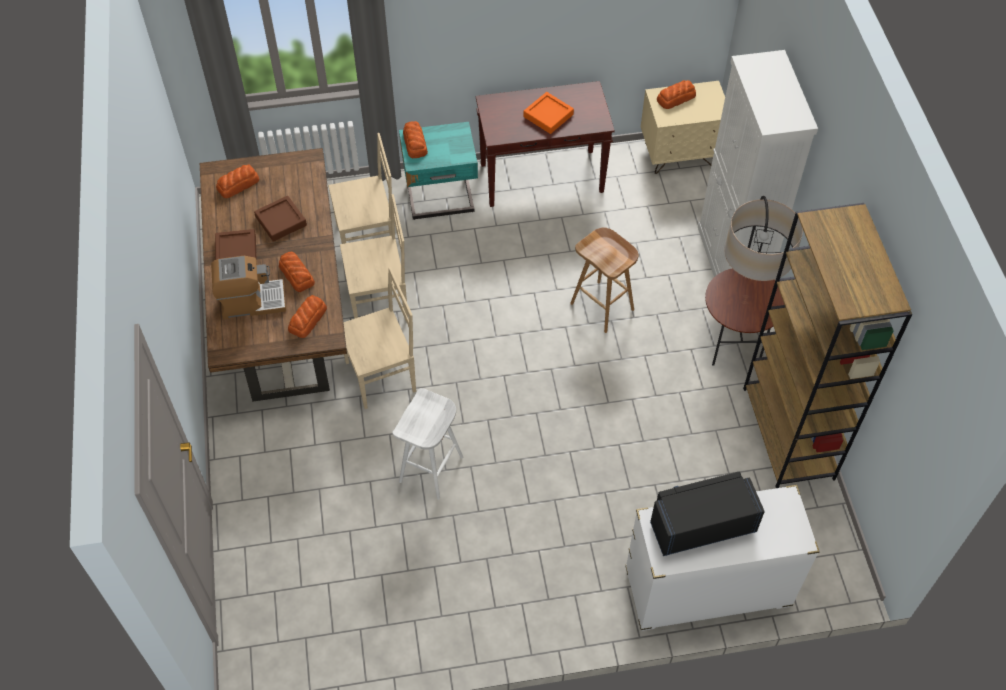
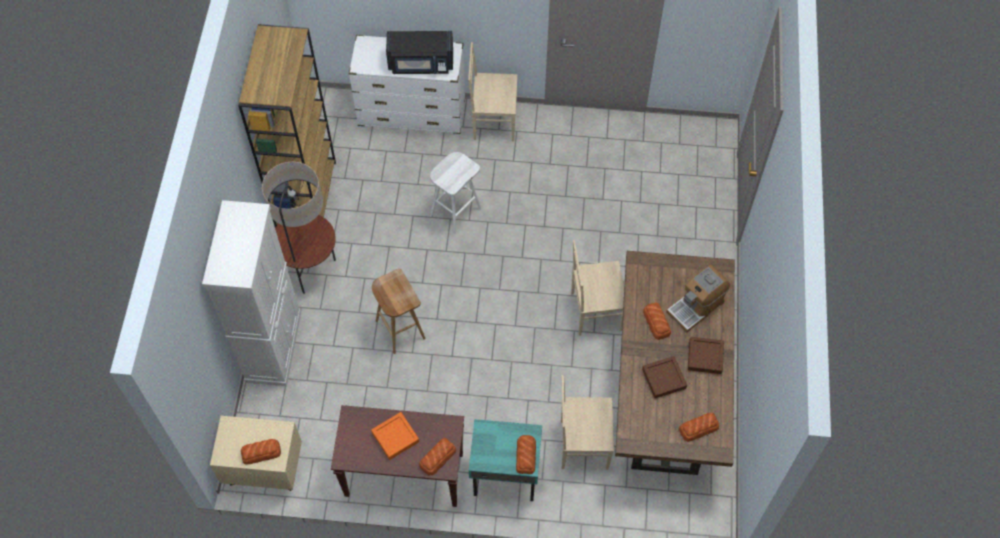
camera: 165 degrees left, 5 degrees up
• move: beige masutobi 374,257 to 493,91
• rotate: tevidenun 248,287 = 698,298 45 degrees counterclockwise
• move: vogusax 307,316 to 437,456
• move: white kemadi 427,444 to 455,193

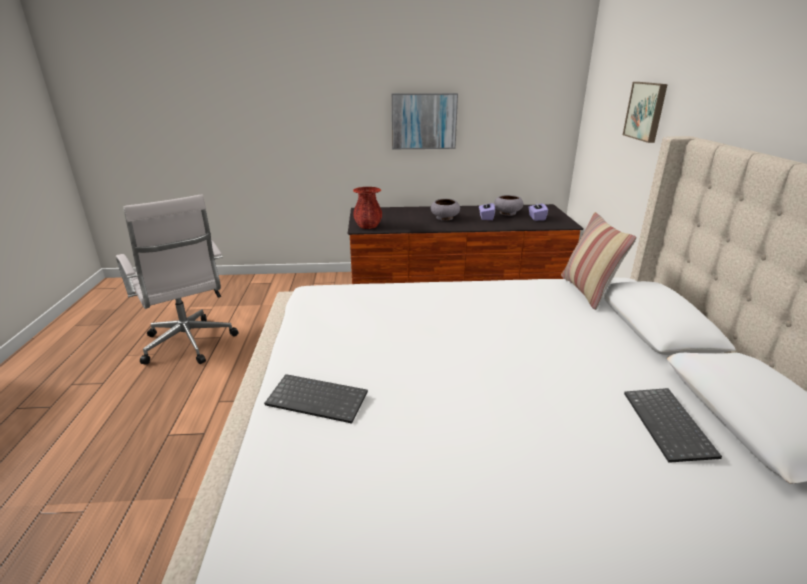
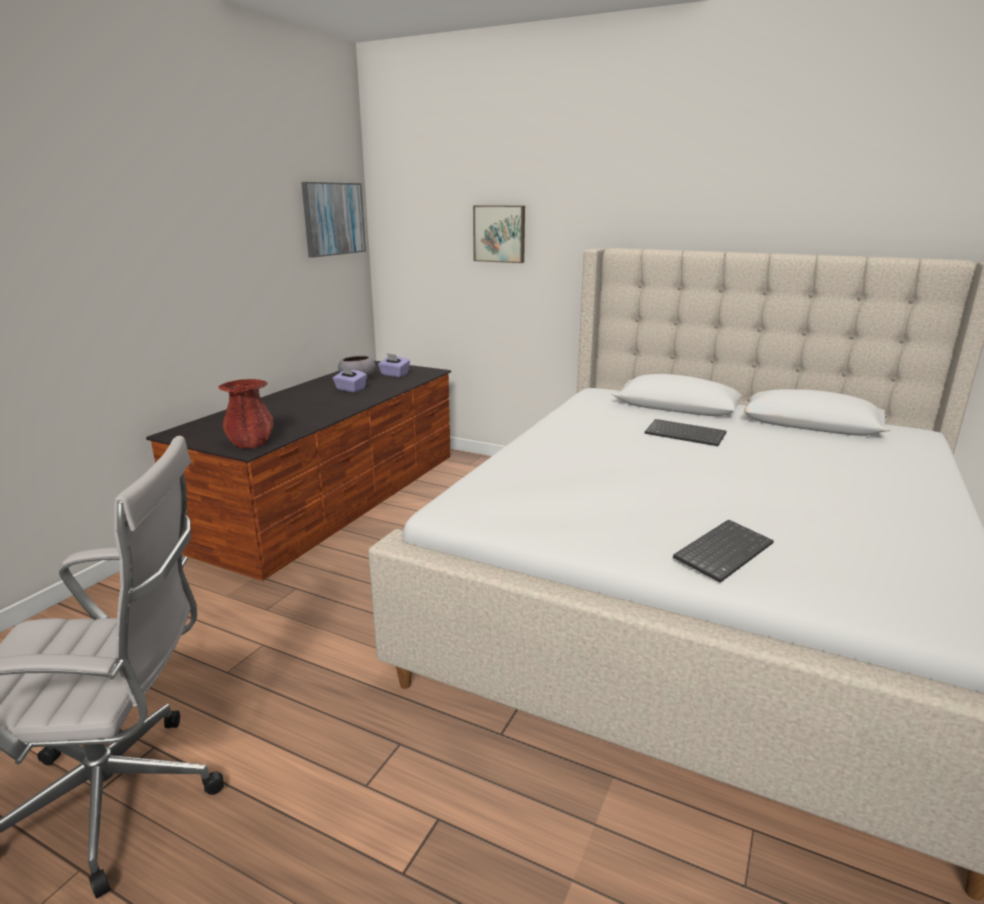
camera: 60 degrees left, 5 degrees down
• move: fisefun 425,121 to 333,220
• delete: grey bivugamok 445,210
• delete: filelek 599,261
• move: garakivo 673,425 to 686,432

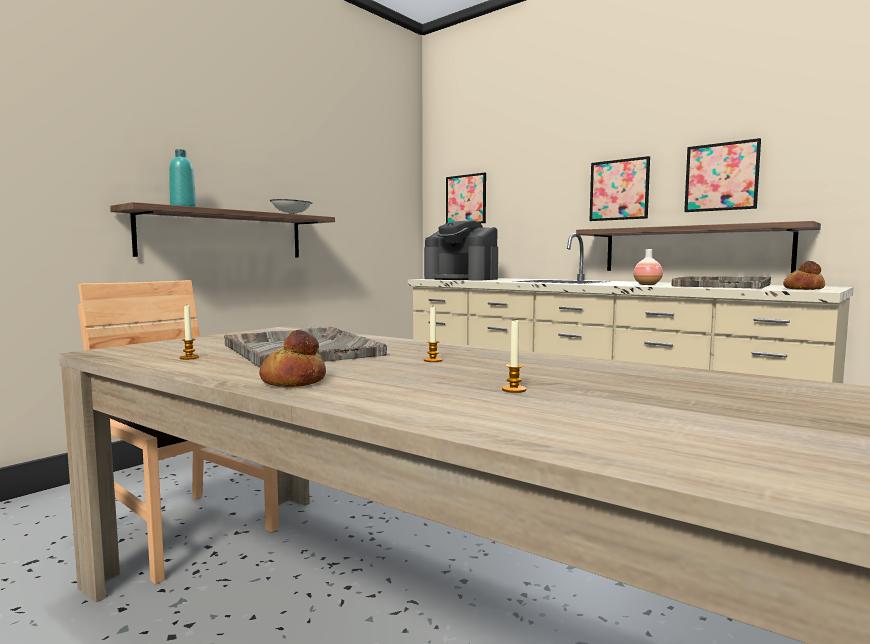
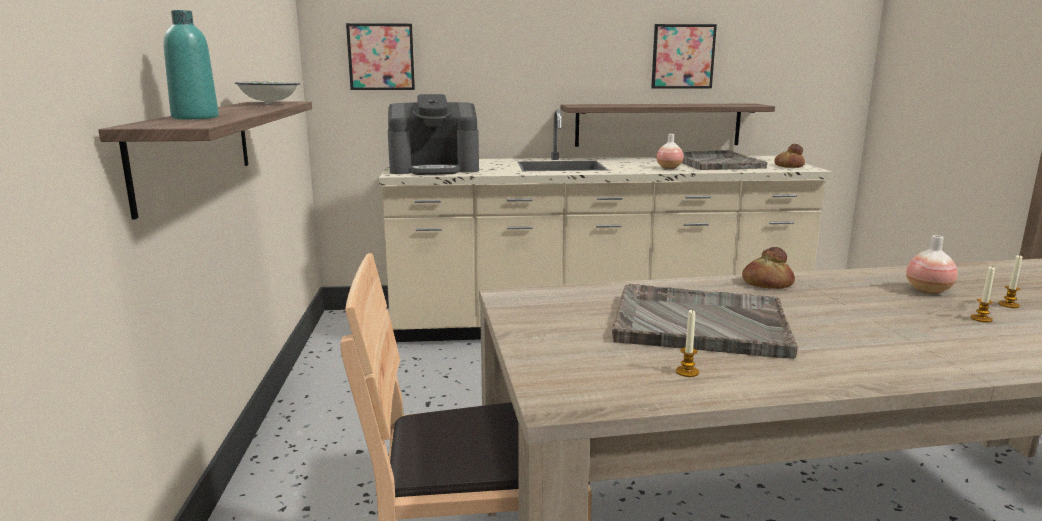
camera: 45 degrees left, 10 degrees up
• delete: fisefun 619,188
• move: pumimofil 433,334 to 1010,281
• move: vogusax 292,358 to 768,268
• insert: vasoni 932,264

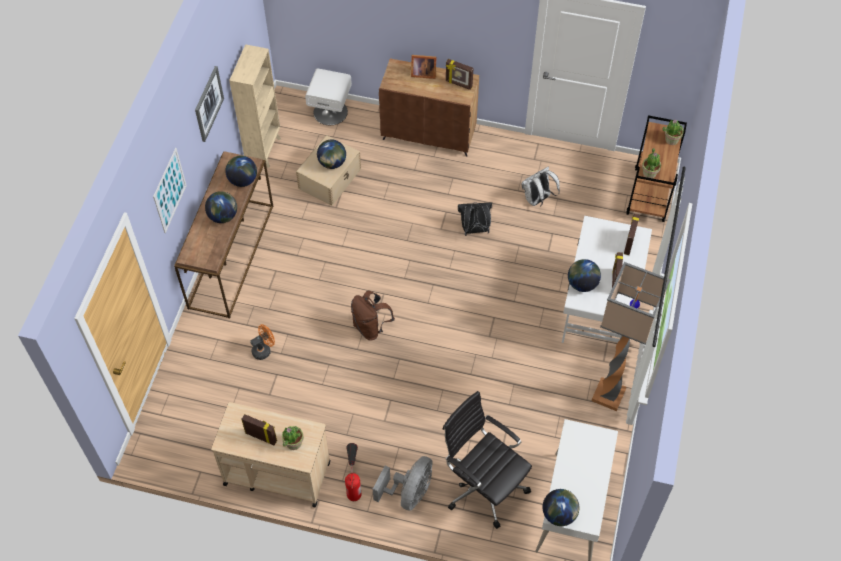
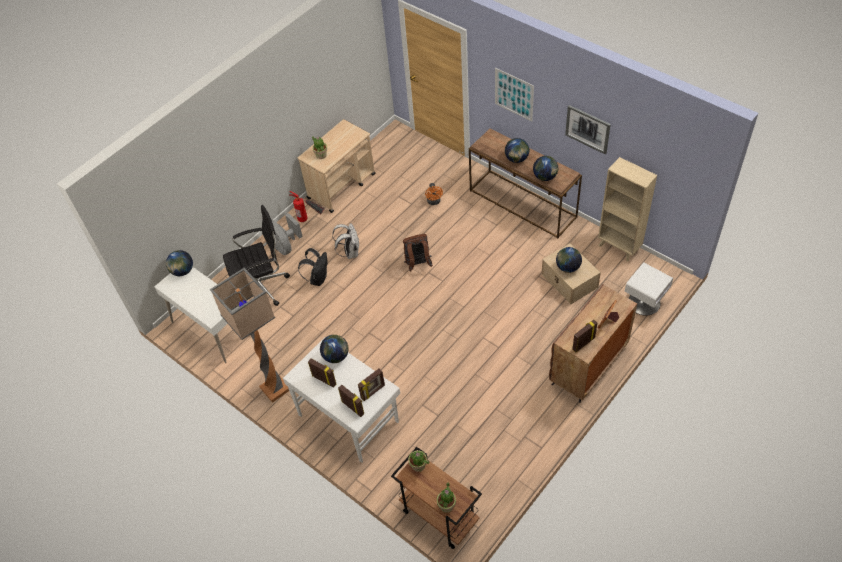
camera: 120 degrees right, 5 degrees down
• move: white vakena 541,187 to 345,241
• move: black vakena 475,219 to 313,267
• move: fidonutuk 259,430 to 371,384

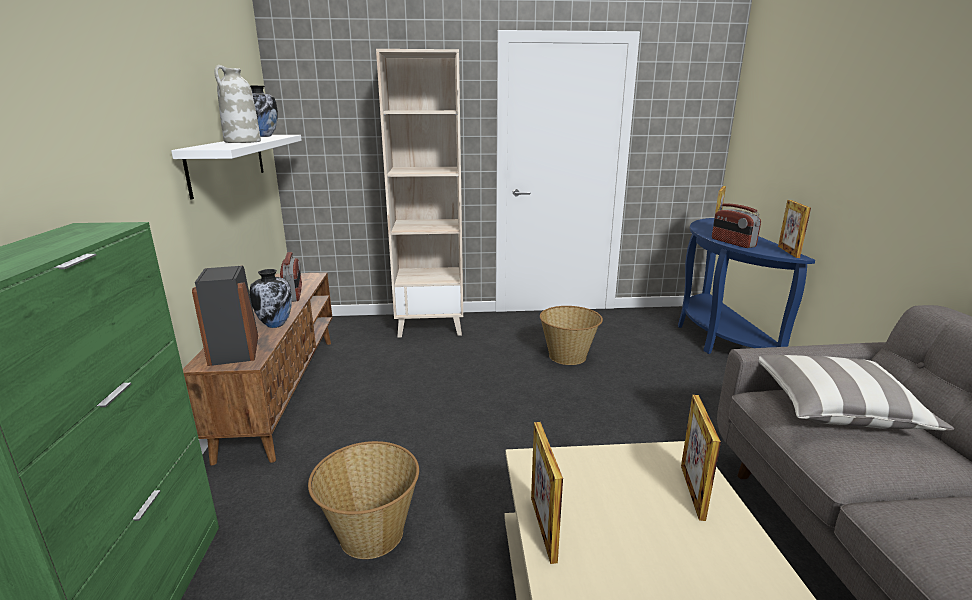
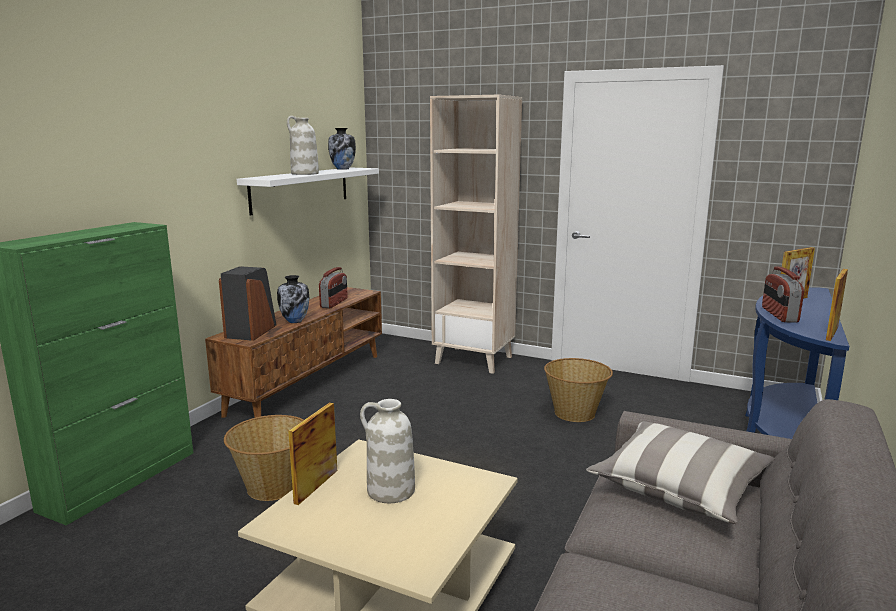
camera: 30 degrees right, 5 degrees down
• delete: fidonutuk 701,458
• insert: white vasoni 387,451

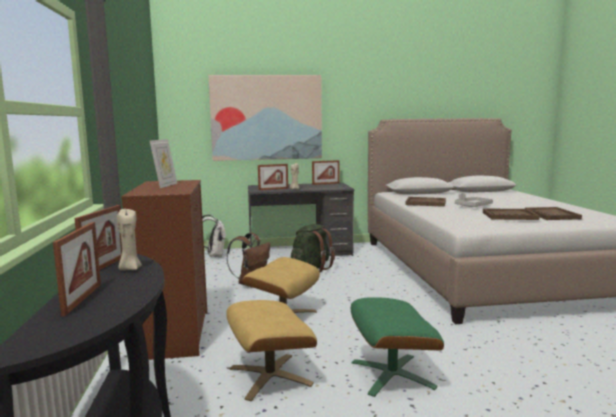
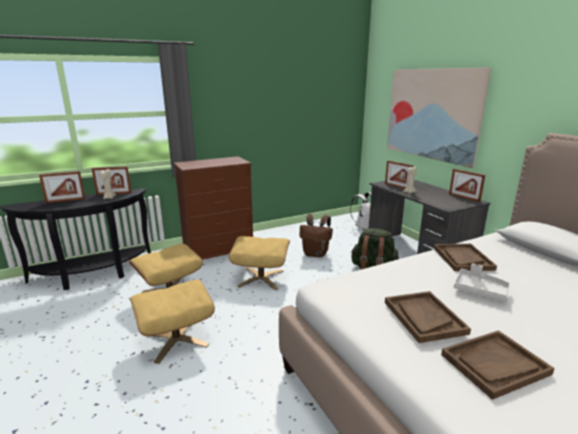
camera: 70 degrees right, 10 degrees up
• delete: fidonutuk 163,163
• recolor: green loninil 397,347 to beige loninil 172,322

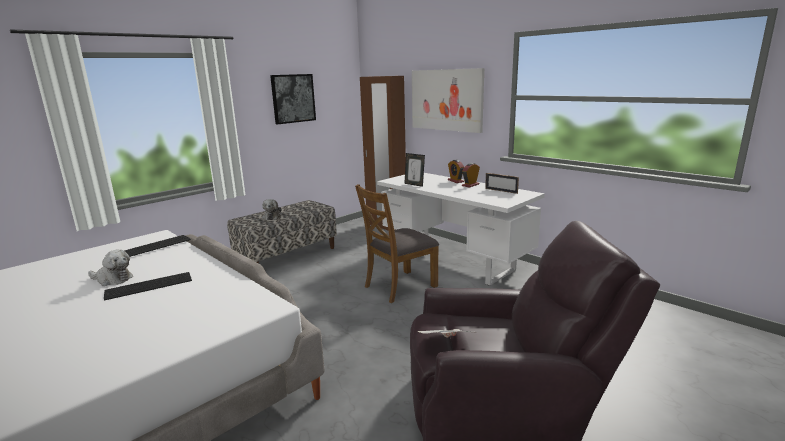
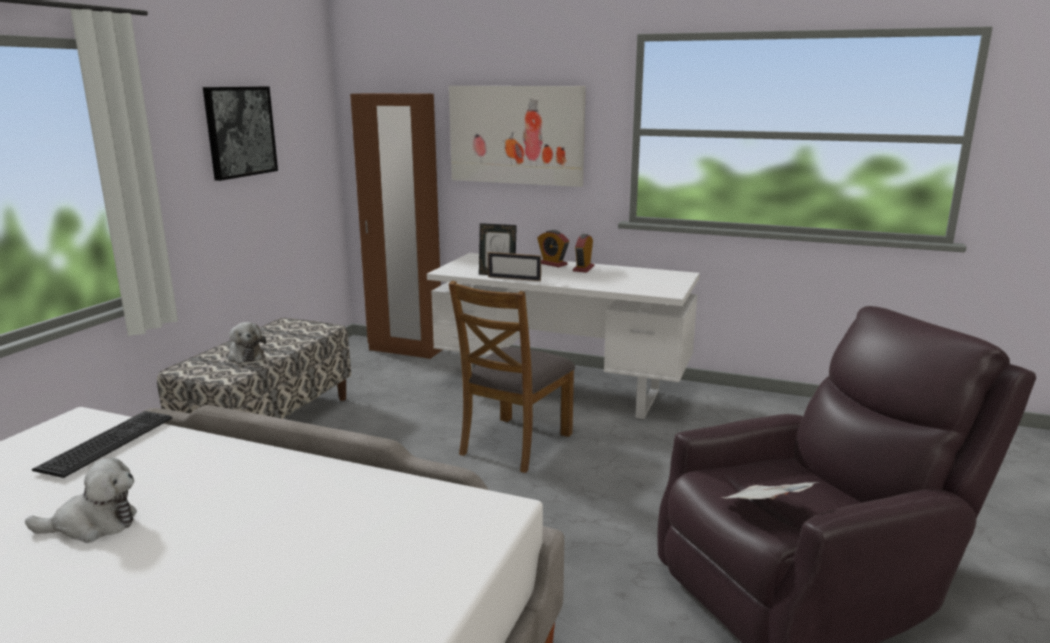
camera: 25 degrees left, 0 degrees up
• move: fidonutuk 502,183 to 514,266
• delete: garakivo 148,286

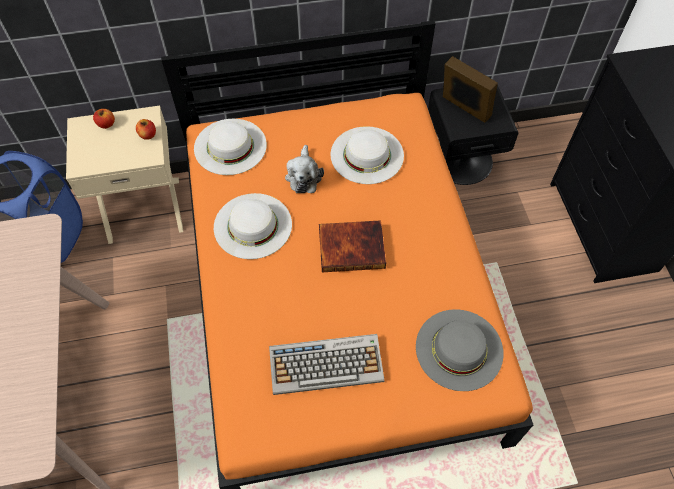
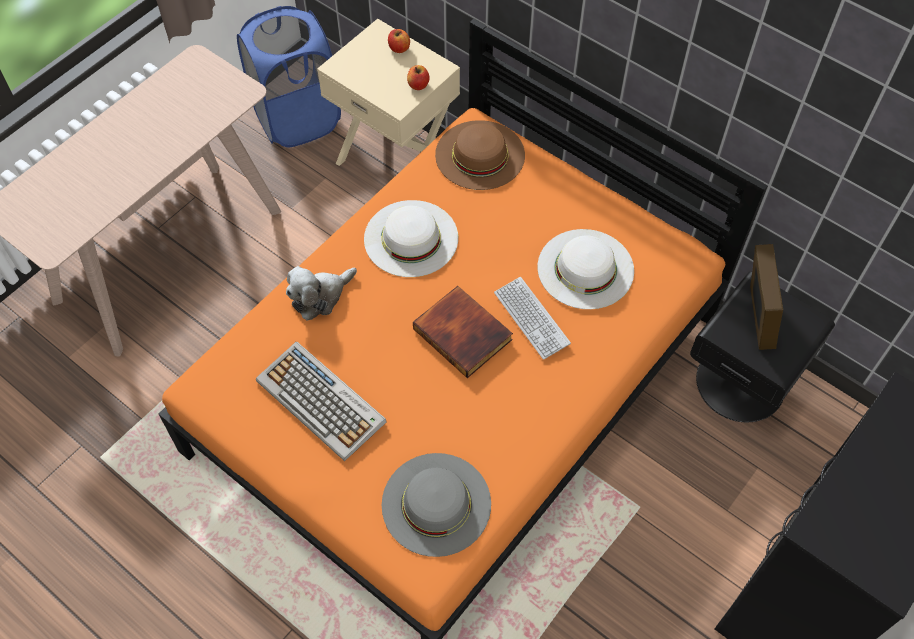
camera: 50 degrees right, 0 degrees up
• recolor: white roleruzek 230,147 to brown roleruzek 480,155
• move: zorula 304,169 to 321,293
• insert: garakivo 532,318

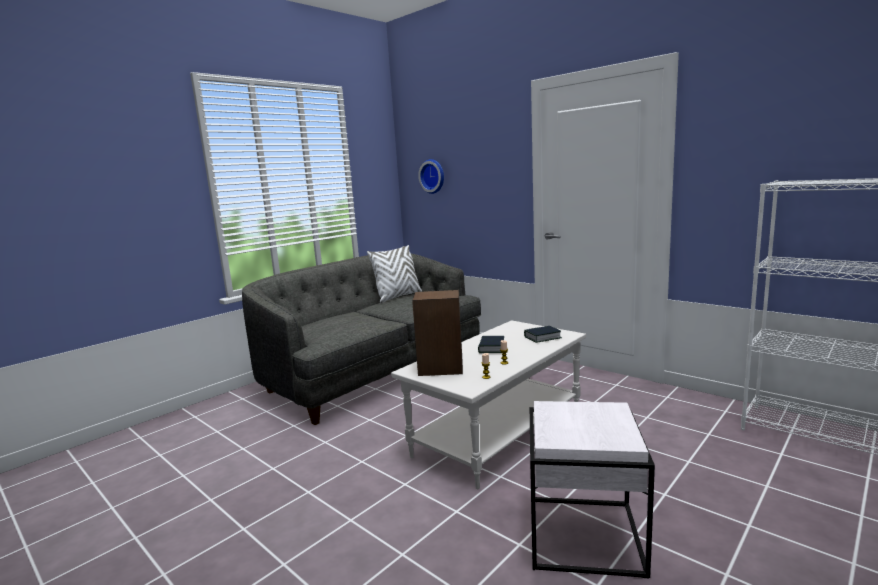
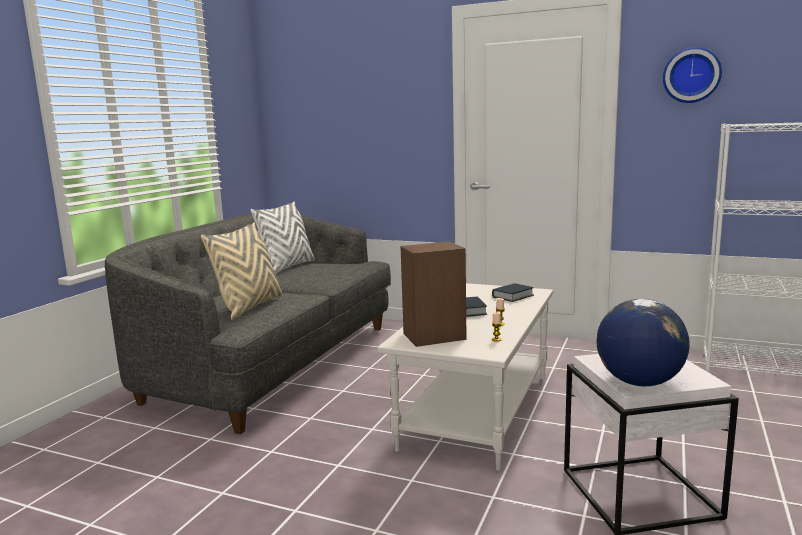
camera: 20 degrees left, 0 degrees up
• move: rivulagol 431,176 to 692,75
• insert: beige filelek 241,271
• insert: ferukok 643,342

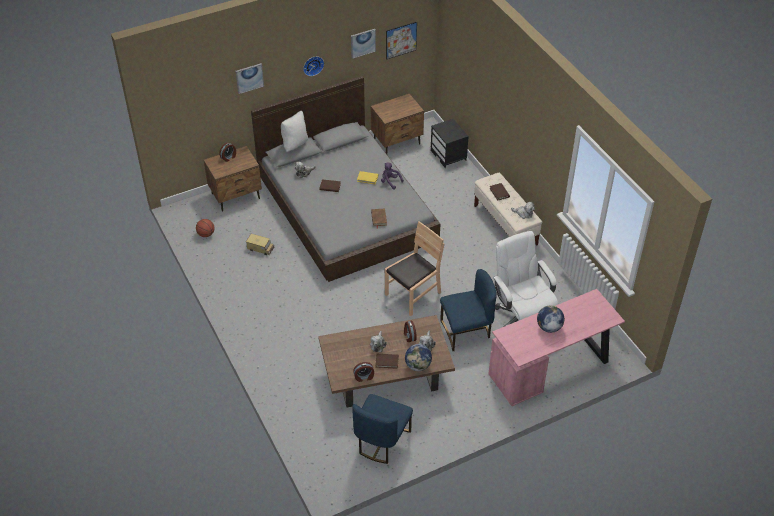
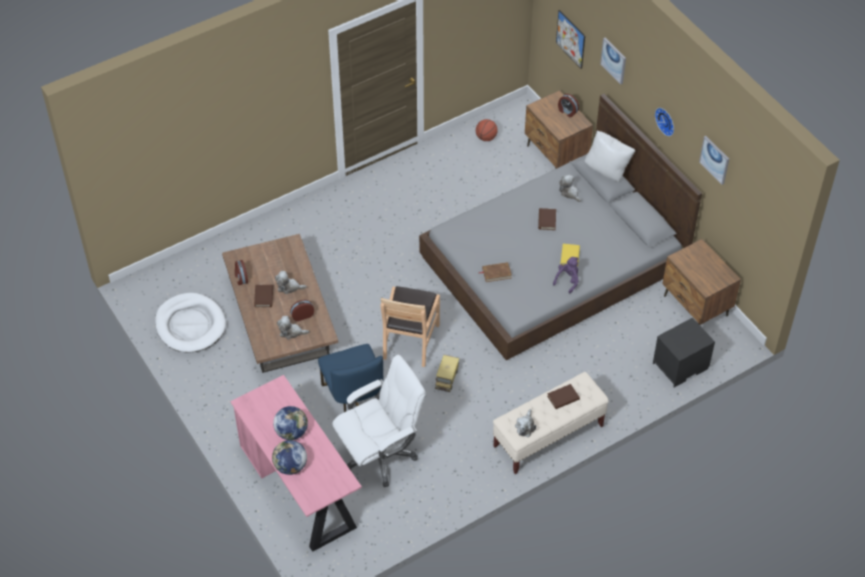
camera: 85 degrees right, 5 degrees up
• move: fisefun 401,40 to 570,39
• rotate: brown masutobi 414,268 = 410,326 60 degrees clockwise
• move: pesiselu 260,244 to 447,373
• move: ferukok 418,357 to 289,457
• replace: blue masutobi 382,429 to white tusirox 190,322

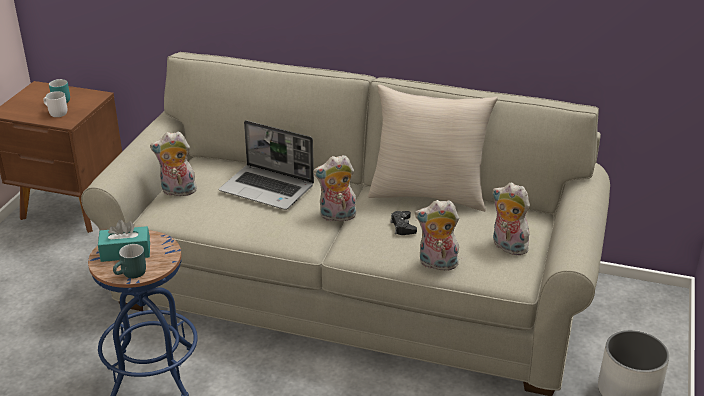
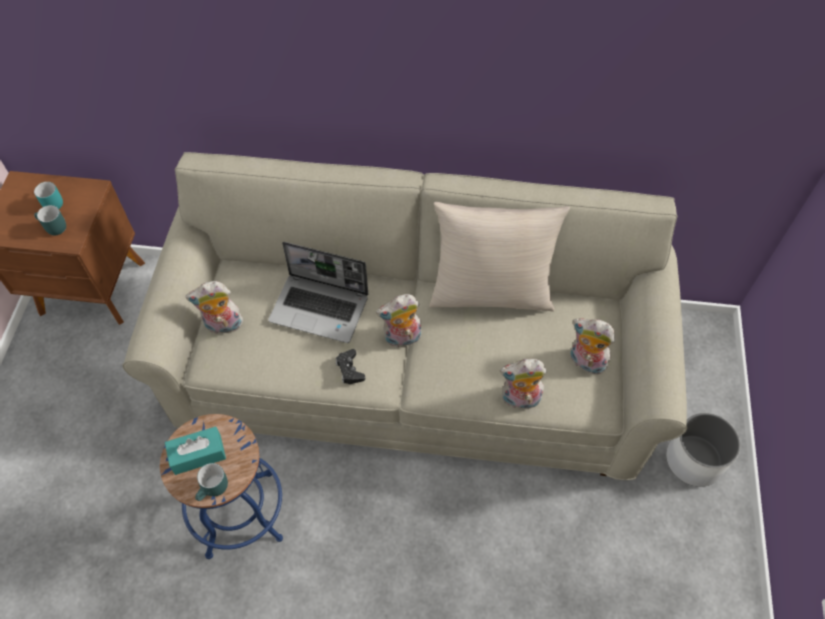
camera: 10 degrees left, 25 degrees up
• recolor: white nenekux 55,104 to turquoise nenekux 50,220
• move: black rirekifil 403,223 to 350,366

